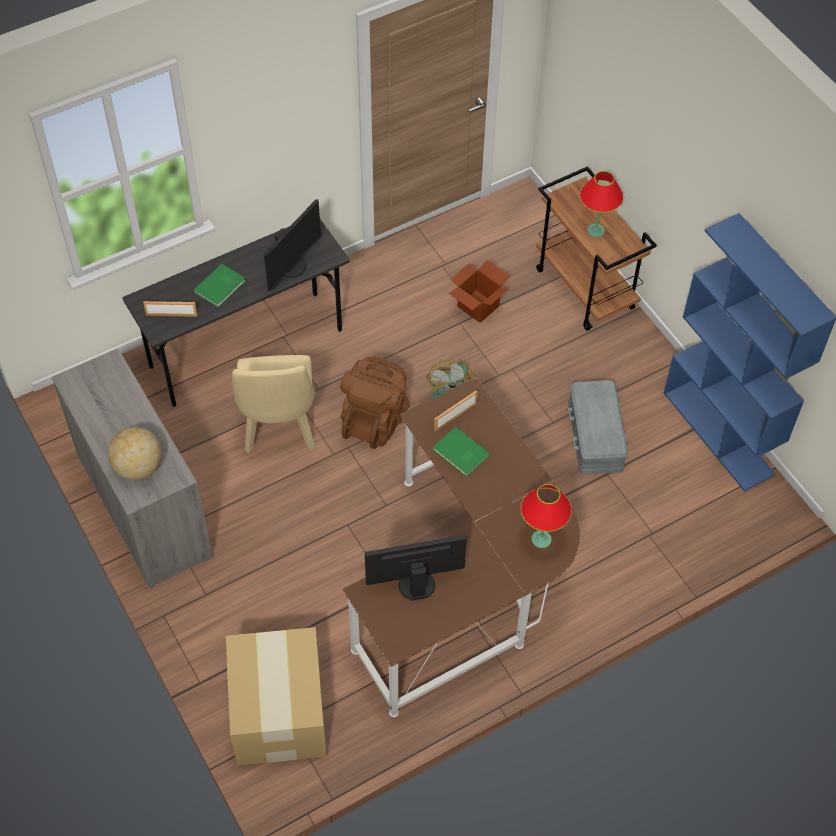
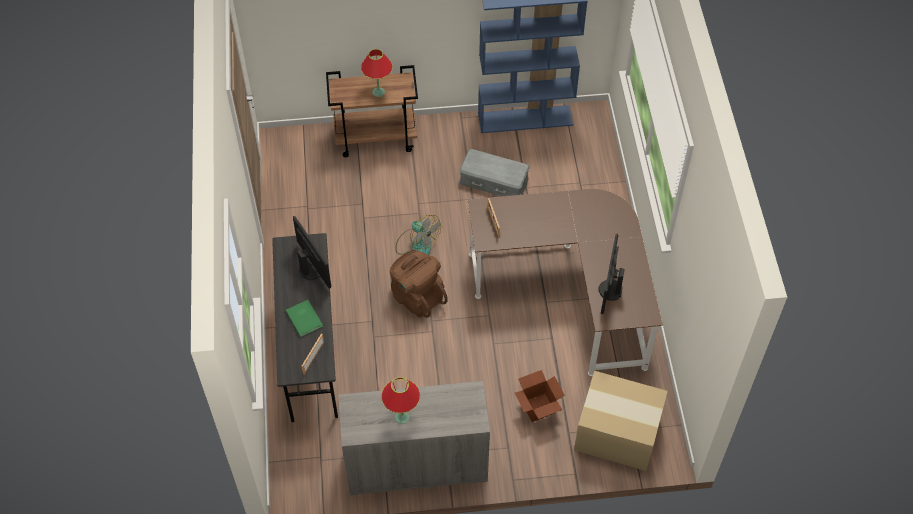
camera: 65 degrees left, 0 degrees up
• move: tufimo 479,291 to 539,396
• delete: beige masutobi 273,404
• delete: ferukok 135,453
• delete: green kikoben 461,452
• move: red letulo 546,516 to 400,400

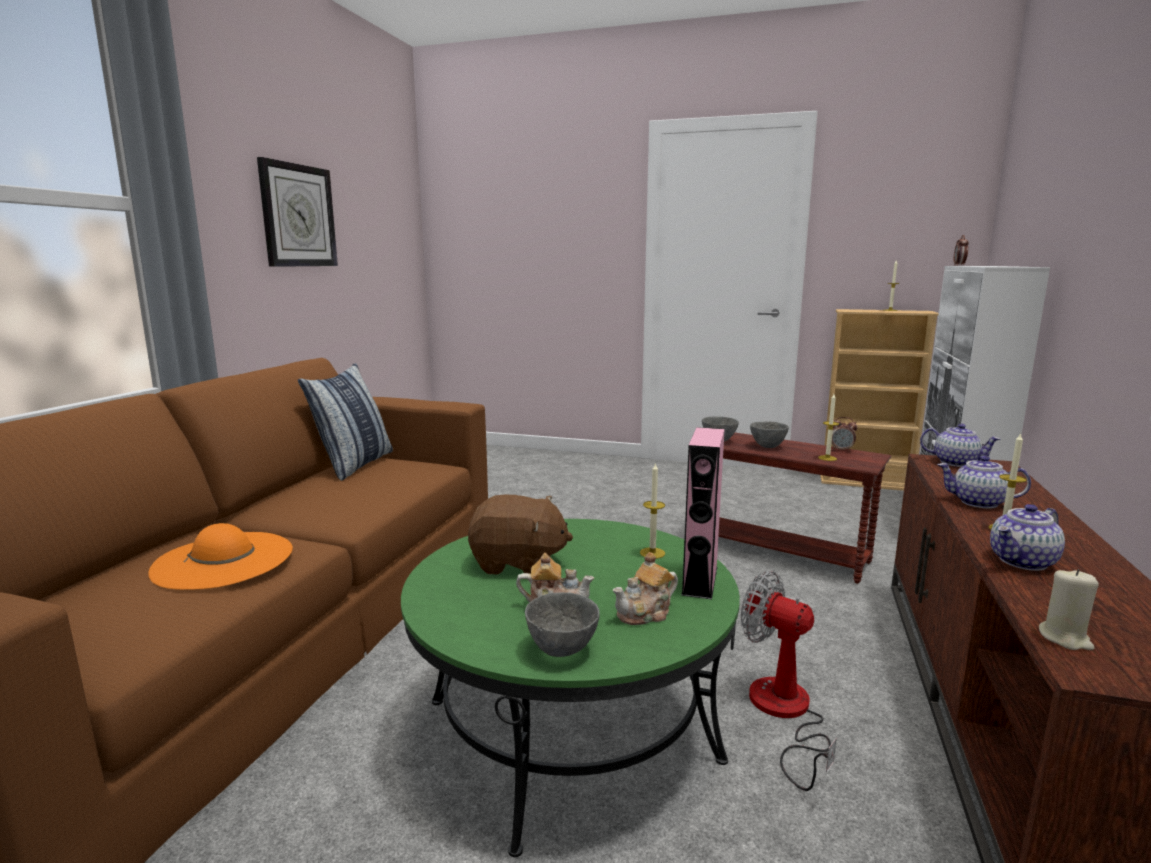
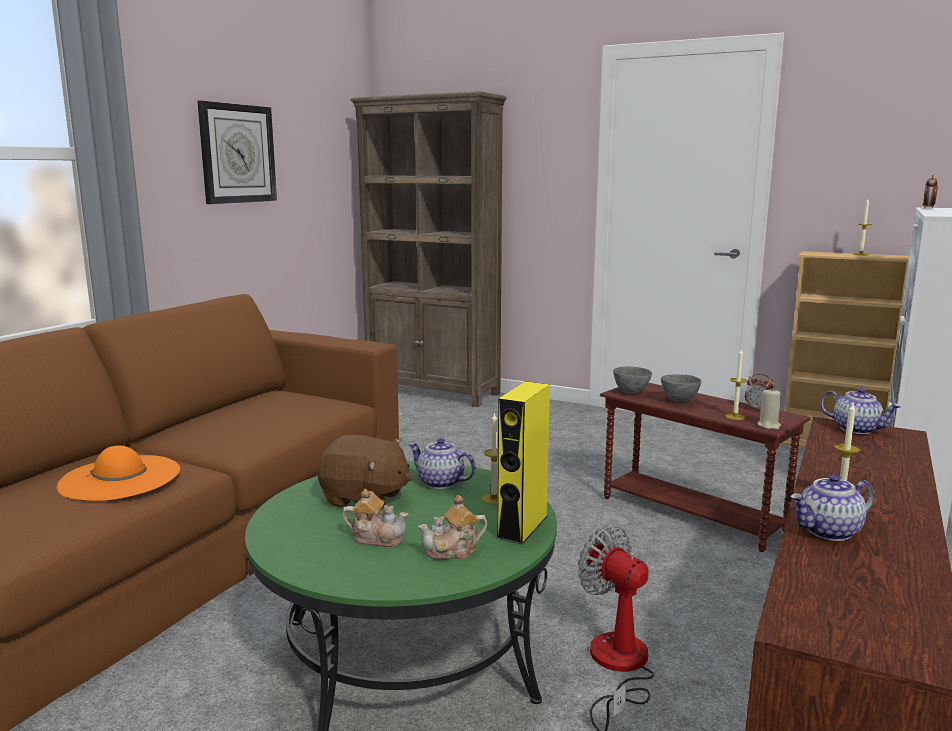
camera: 10 degrees right, 0 degrees up
• delete: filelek 345,422
• recolor: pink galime 703,513 to yellow galime 523,462
• move: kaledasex 984,482 to 442,463
• move: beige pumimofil 1069,609 to 769,408
• delete: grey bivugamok 562,624
• insert: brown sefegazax 428,249

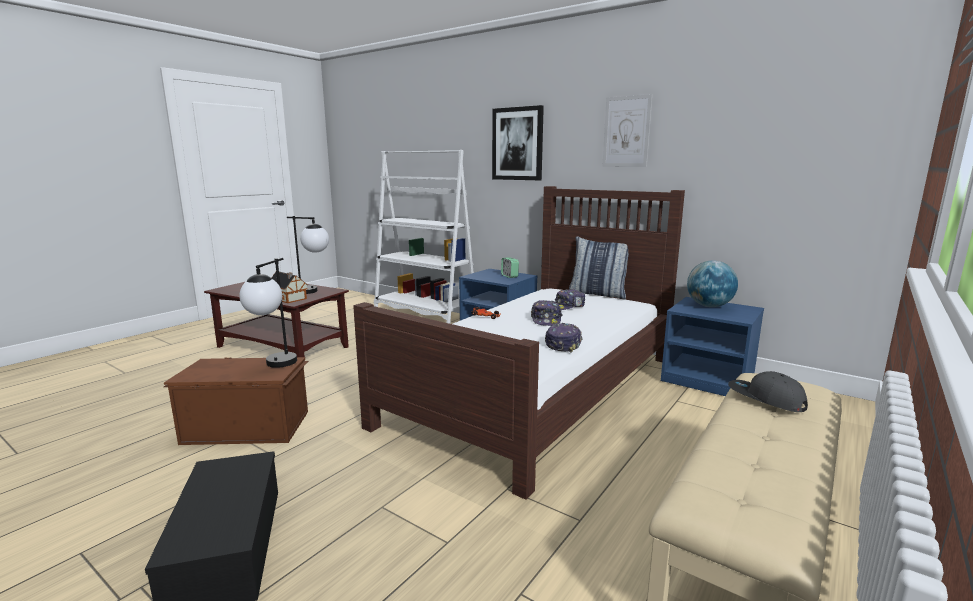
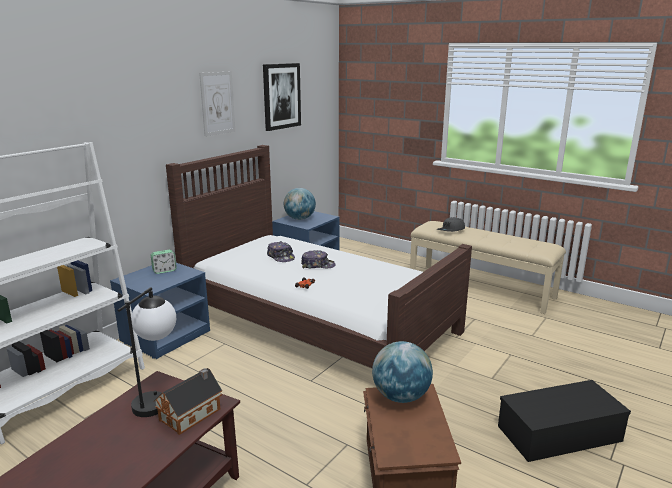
camera: 90 degrees left, 5 degrees up
• move: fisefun 518,142 to 282,97
• delete: filelek 599,267
• replace: letulo 268,313 to ferukok 402,372
• delete: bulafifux 564,338

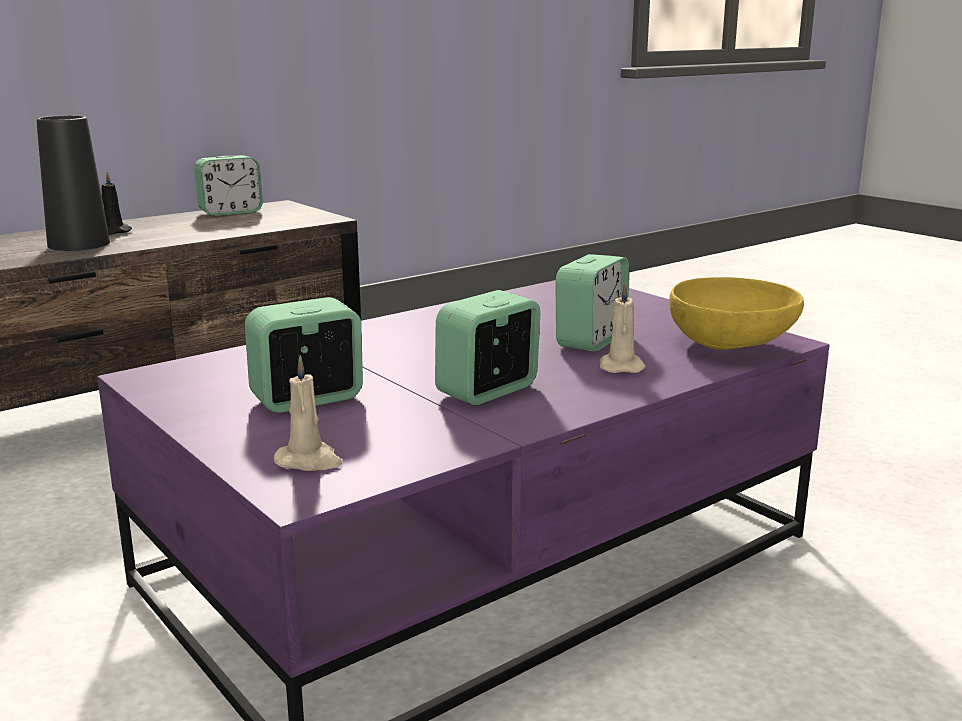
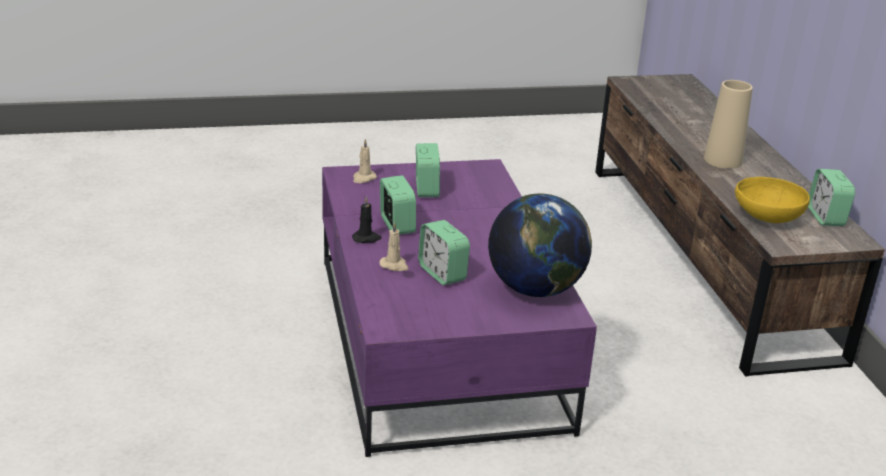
camera: 115 degrees right, 10 degrees up
• recolor: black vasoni 73,183 to beige vasoni 728,124
• move: black pumimofil 116,203 to 367,219
• move: yellow bivugamok 736,313 to 772,200
• insert: ferukok 540,245

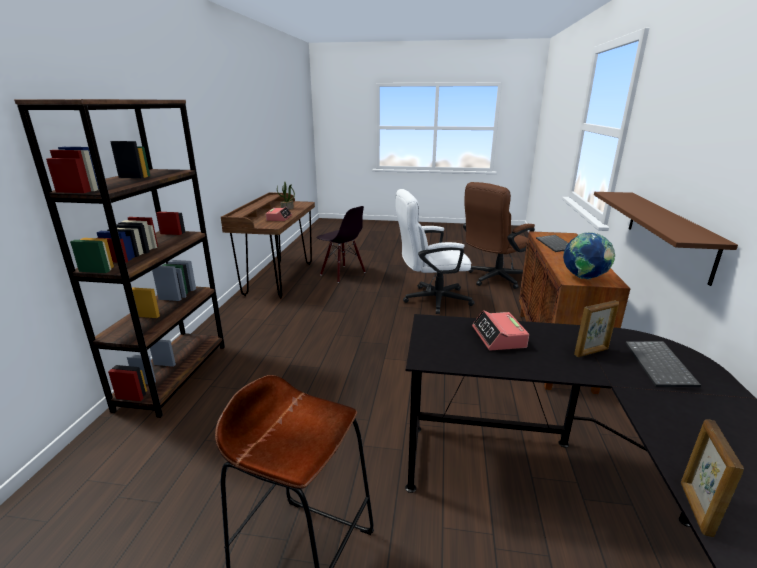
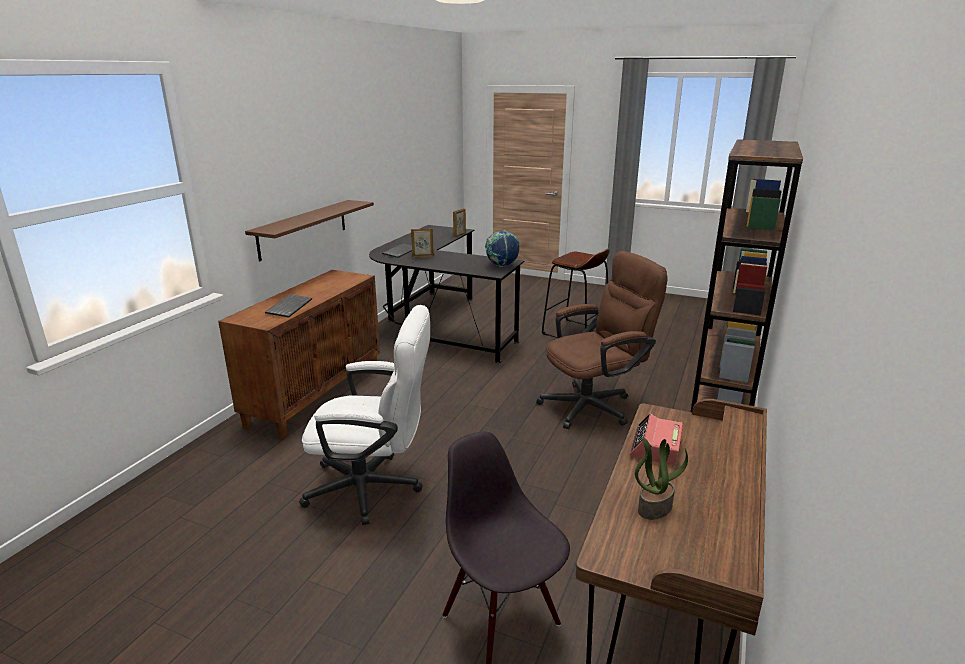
camera: 165 degrees left, 0 degrees up
• move: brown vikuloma 499,235 to 602,340
• move: ferukok 589,256 to 502,248
• delete: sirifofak 500,330

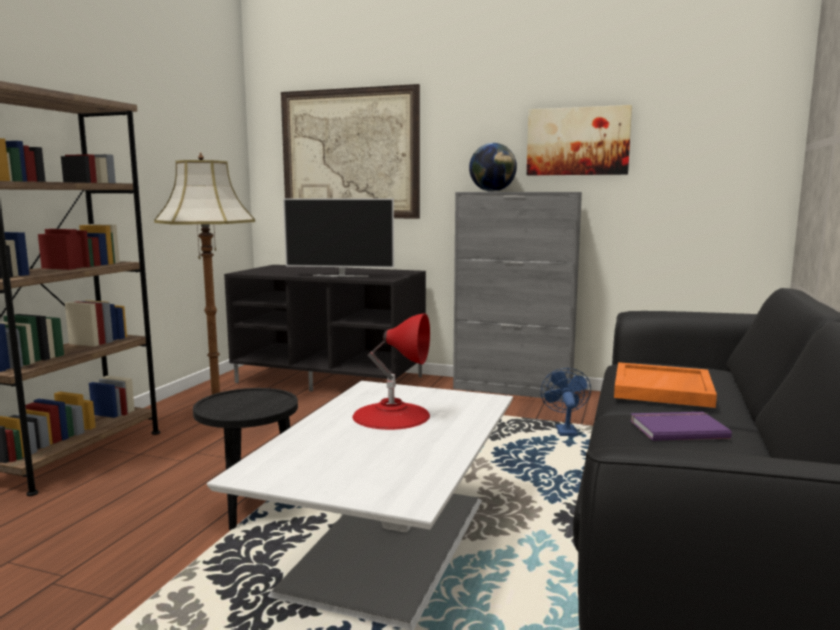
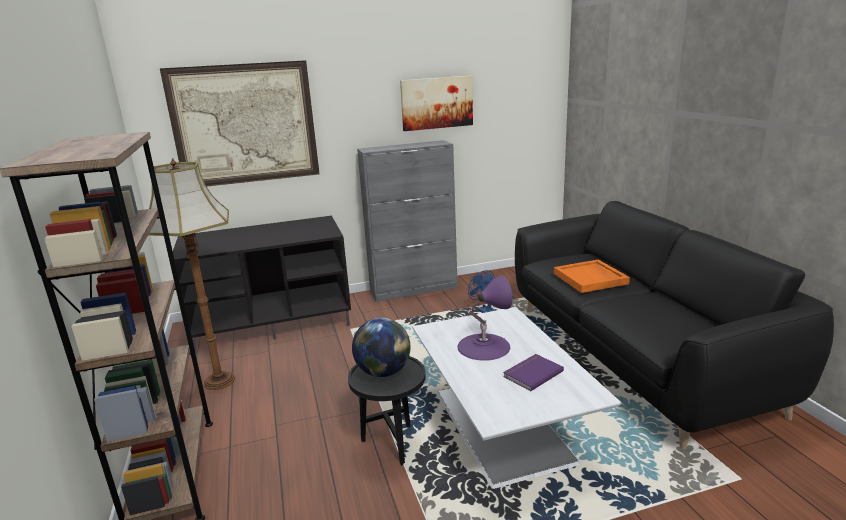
camera: 35 degrees left, 10 degrees up
• move: ferukok 493,167 to 381,347
• delete: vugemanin 338,237
• recolor: red letulo 391,371 to purple letulo 485,318
• move: purple kikoben 681,426 to 533,372

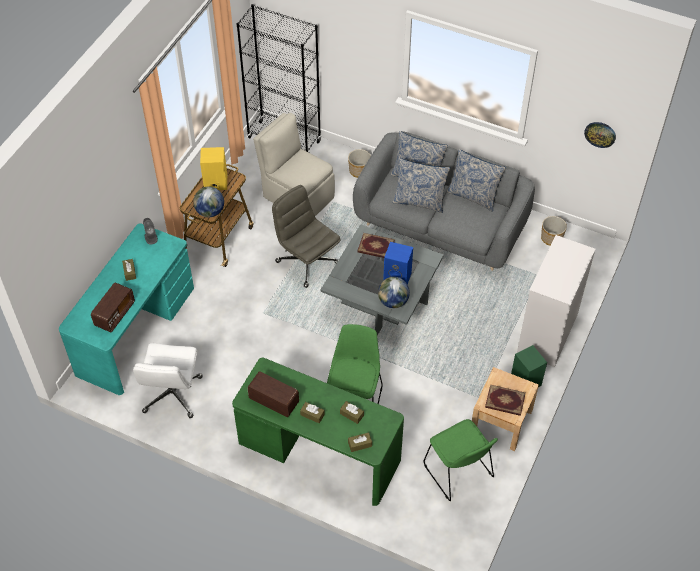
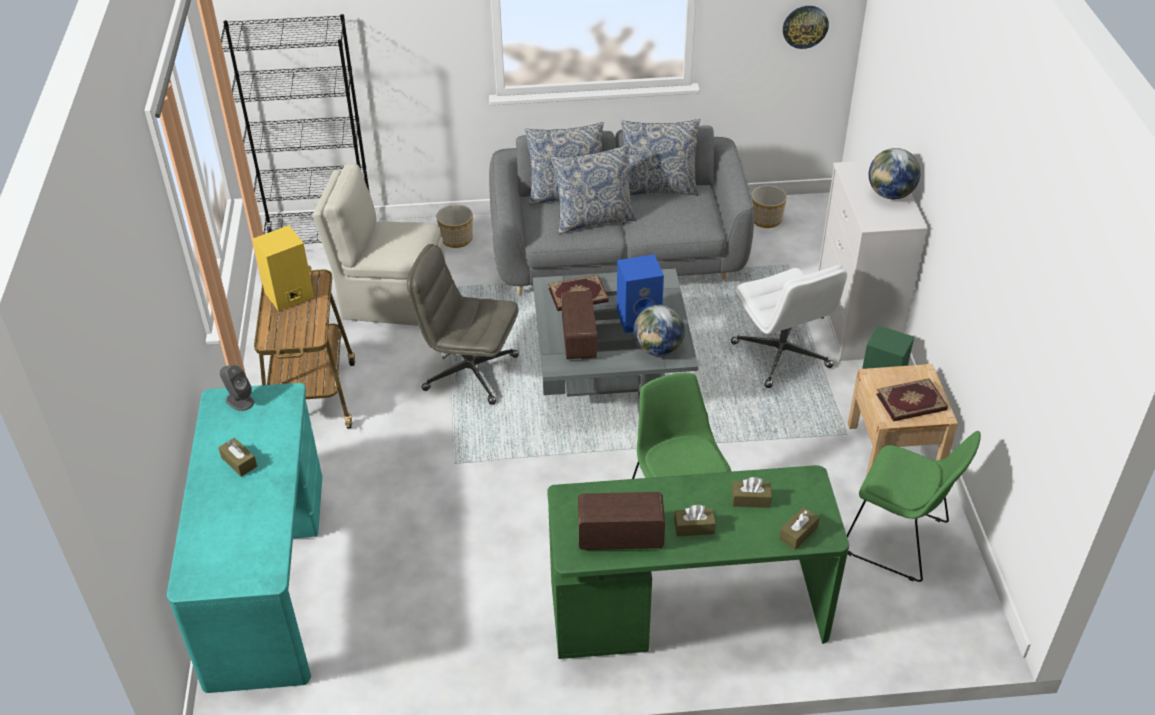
camera: 30 degrees left, 10 degrees down
• move: ferukok 208,202 to 895,173
• move: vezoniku 113,307 to 579,325
• move: white vikuloma 168,380 to 789,326

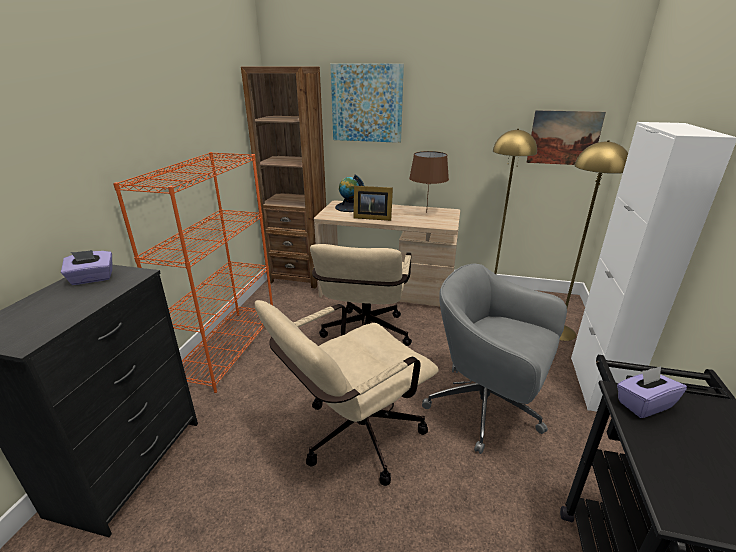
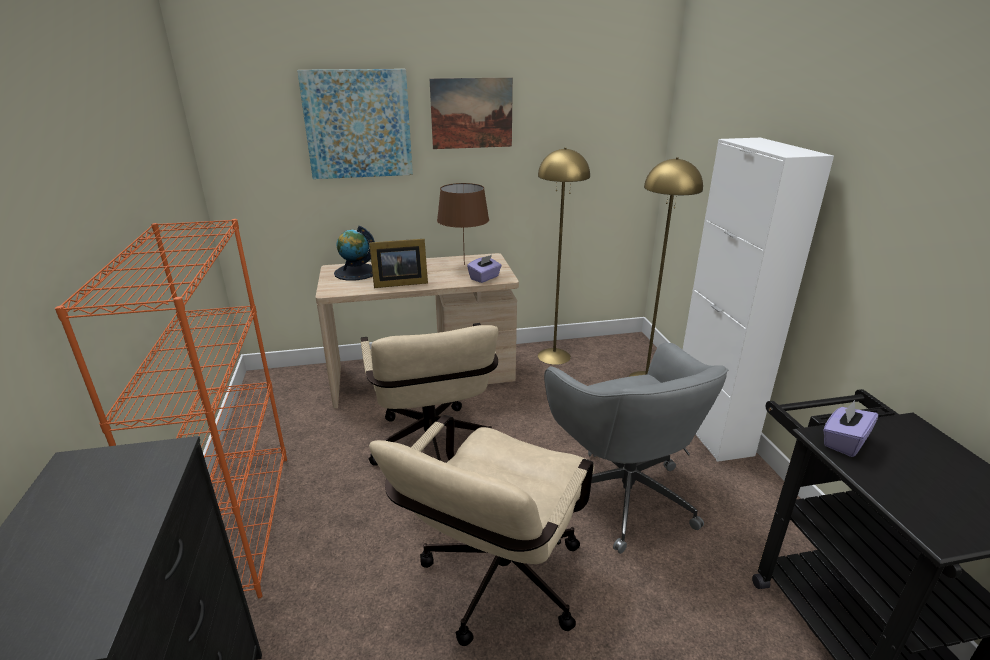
camera: 25 degrees left, 0 degrees up
• delete: brown sefegazax 283,178
• move: fisefun 566,137 to 471,113
• move: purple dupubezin 86,267 to 484,269
• rotate: grey vikuloma 494,359 = 636,448 120 degrees counterclockwise

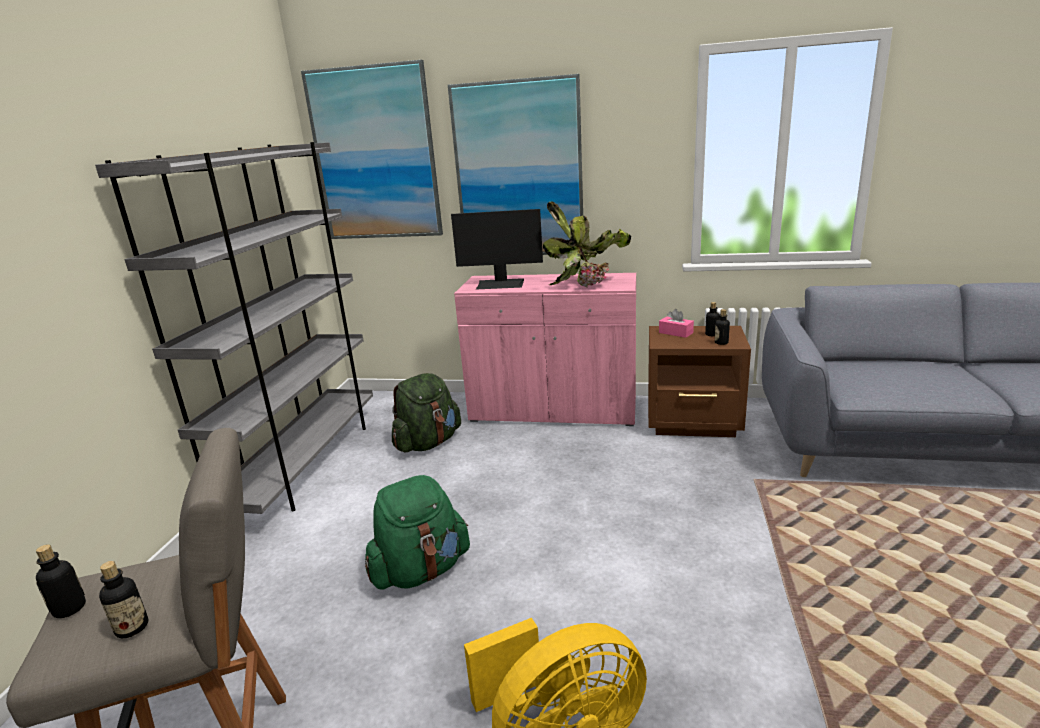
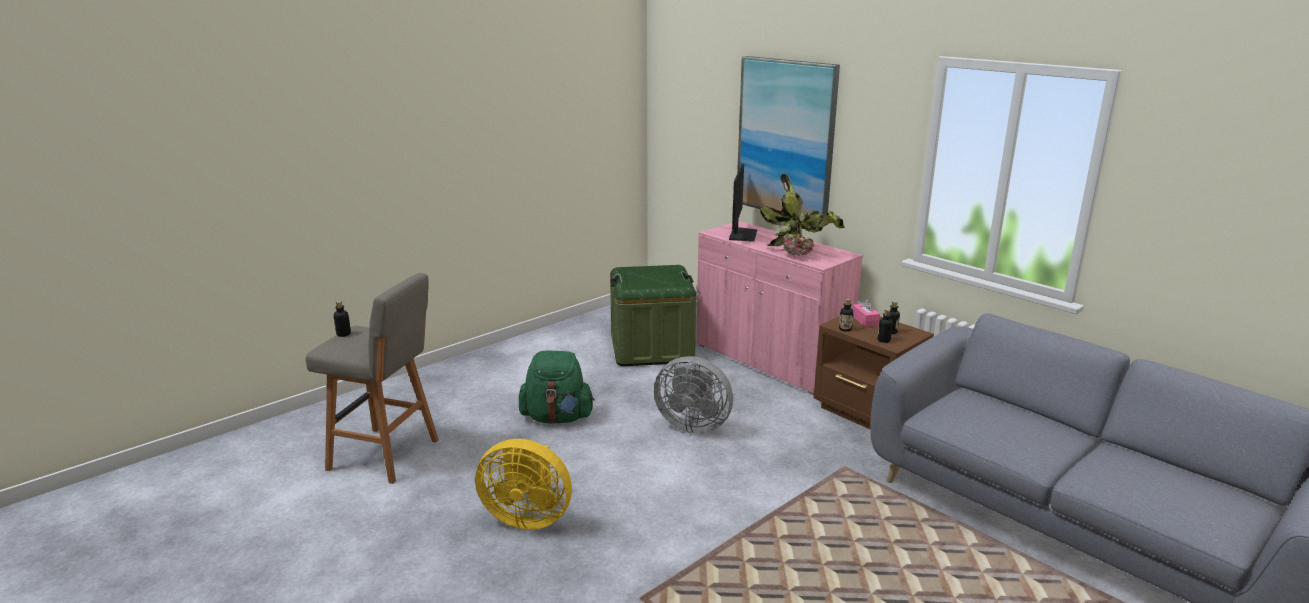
camera: 35 degrees right, 0 degrees up
• delete: fisefun 372,149
• delete: grey sefegazax 234,328
• rotate: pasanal 497,249 = 743,203 120 degrees counterclockwise
• replace: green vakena 426,412 to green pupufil 653,315
• move: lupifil 123,599 to 846,315
• insert: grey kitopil 693,395

